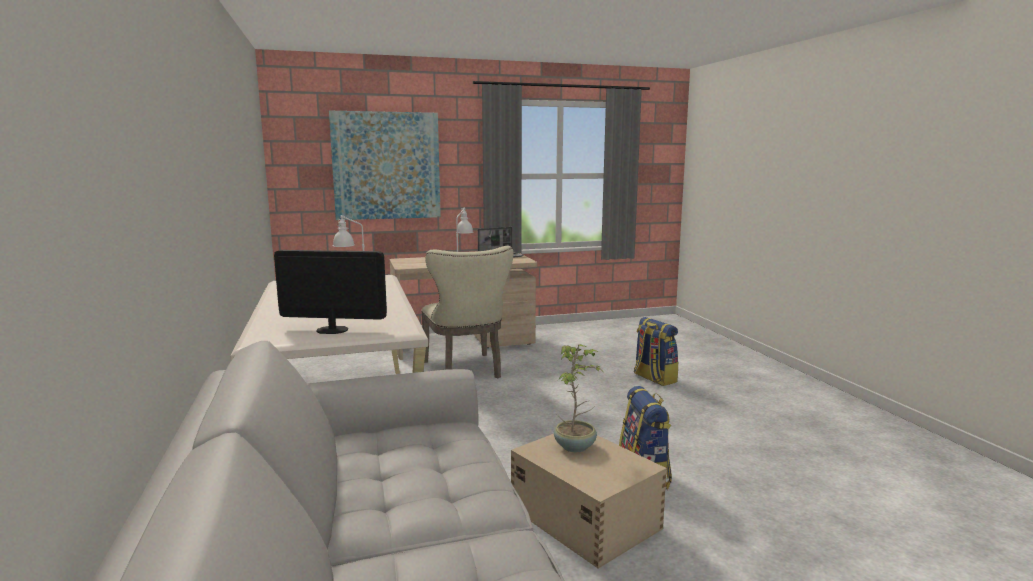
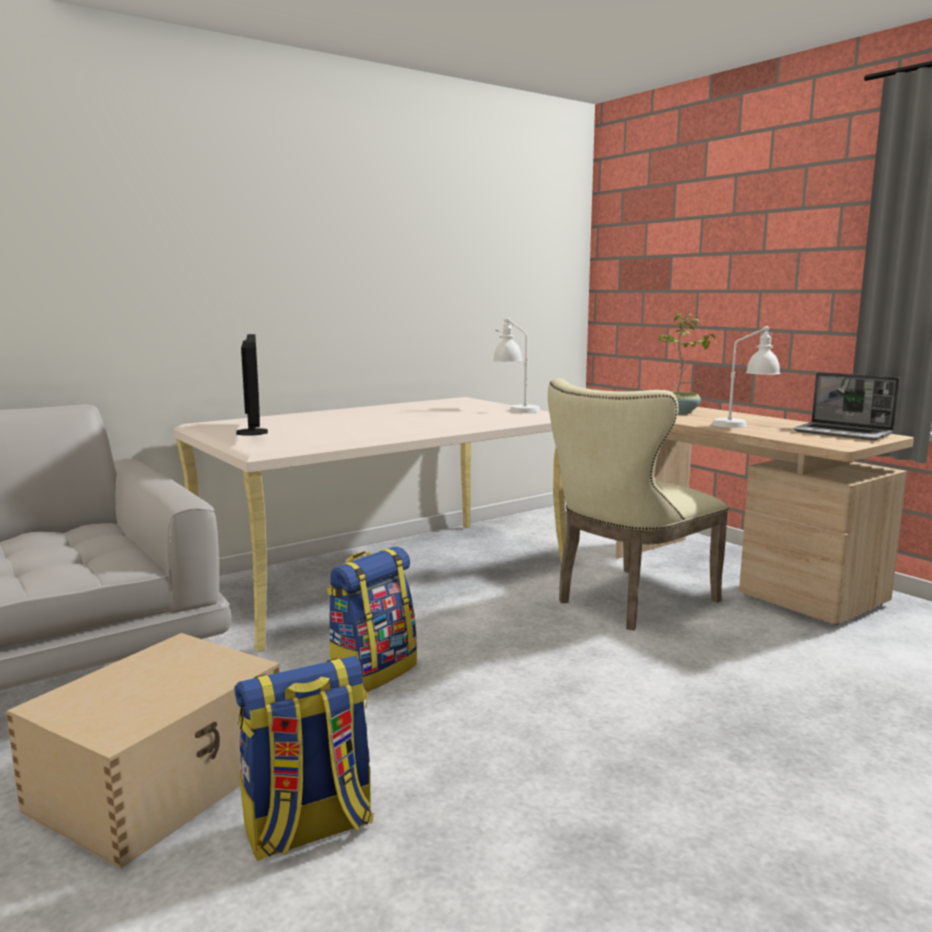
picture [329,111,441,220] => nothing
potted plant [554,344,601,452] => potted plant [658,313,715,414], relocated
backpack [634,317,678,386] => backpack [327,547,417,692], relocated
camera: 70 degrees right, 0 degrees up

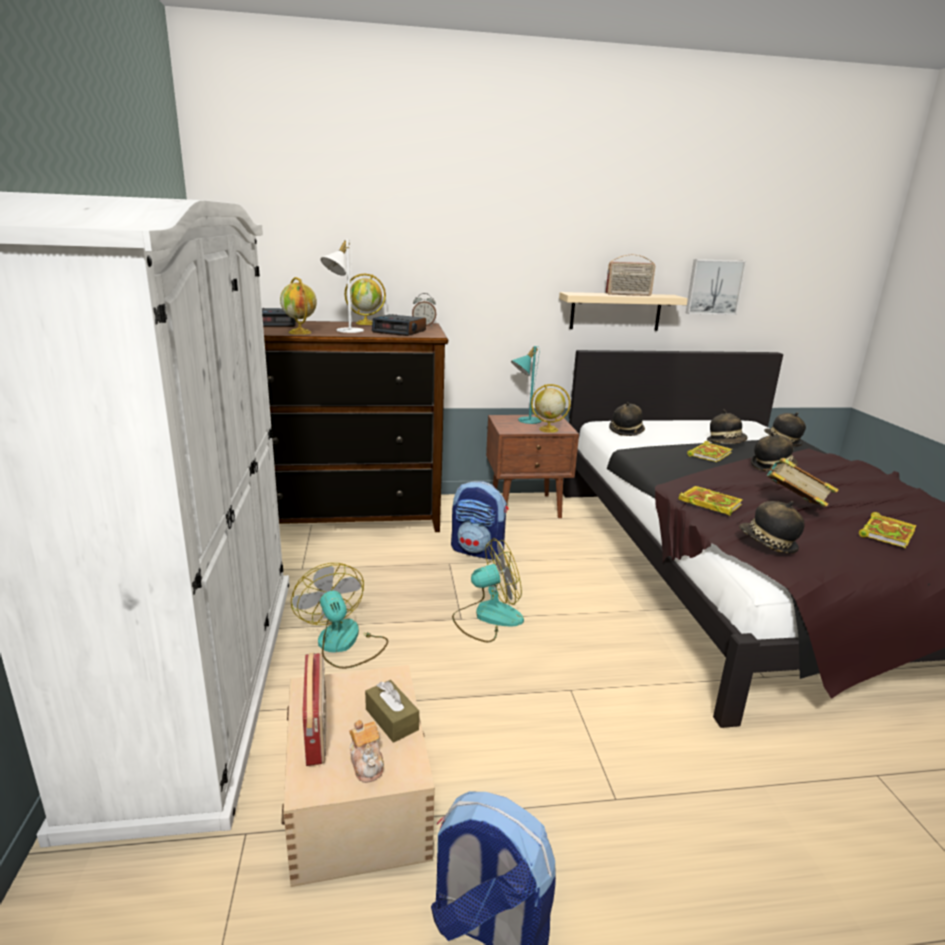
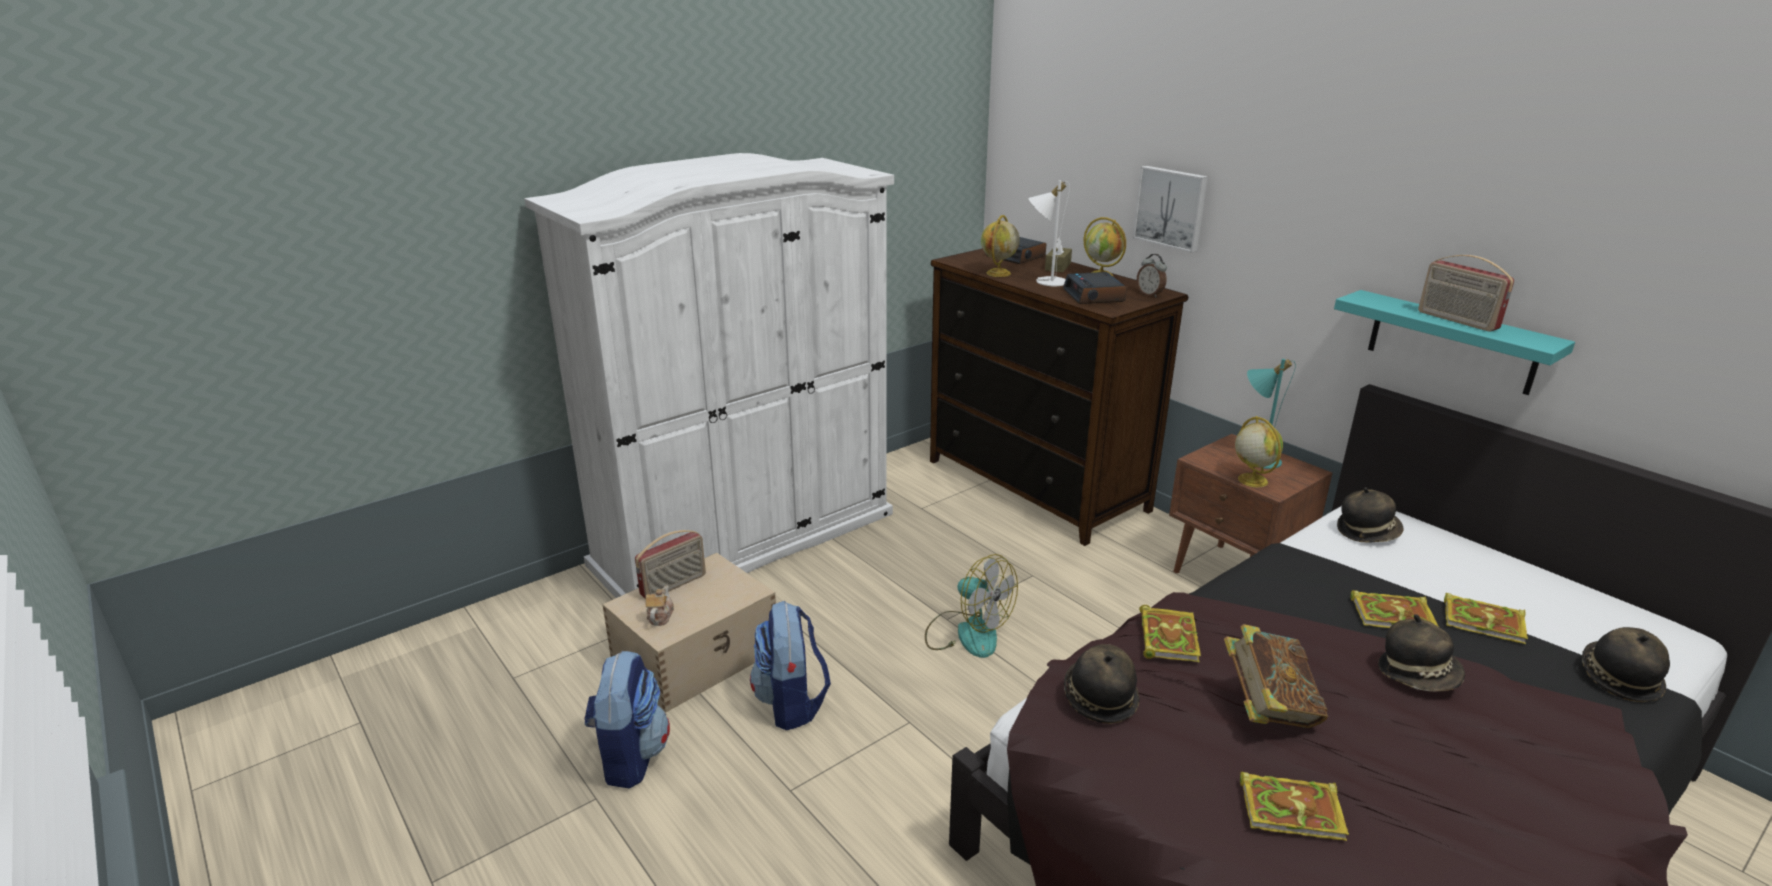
fan [291,563,388,669] => nothing
brown tissue box [365,680,419,743] => brown tissue box [1045,238,1072,272], relocated
backpack [451,481,508,560] => backpack [750,601,831,730], relocated
picture [686,259,746,315] => picture [1133,166,1208,253], relocated
hat [707,409,748,444] => book [1444,593,1528,644]
beige shelf [559,292,688,331] => turquoise shelf [1334,290,1575,395]
teapot [349,720,384,783] => teapot [645,585,674,626], 150 degrees clockwise
camera: 60 degrees right, 5 degrees up

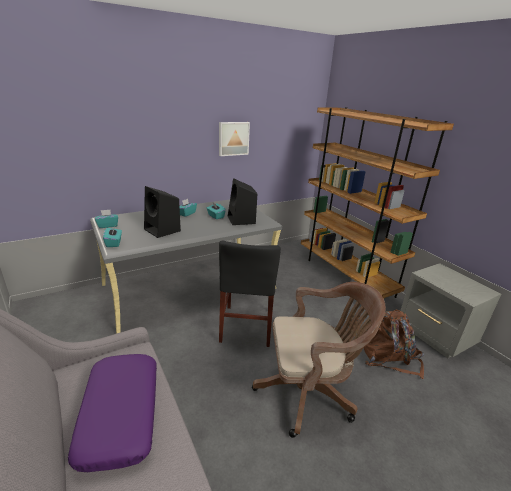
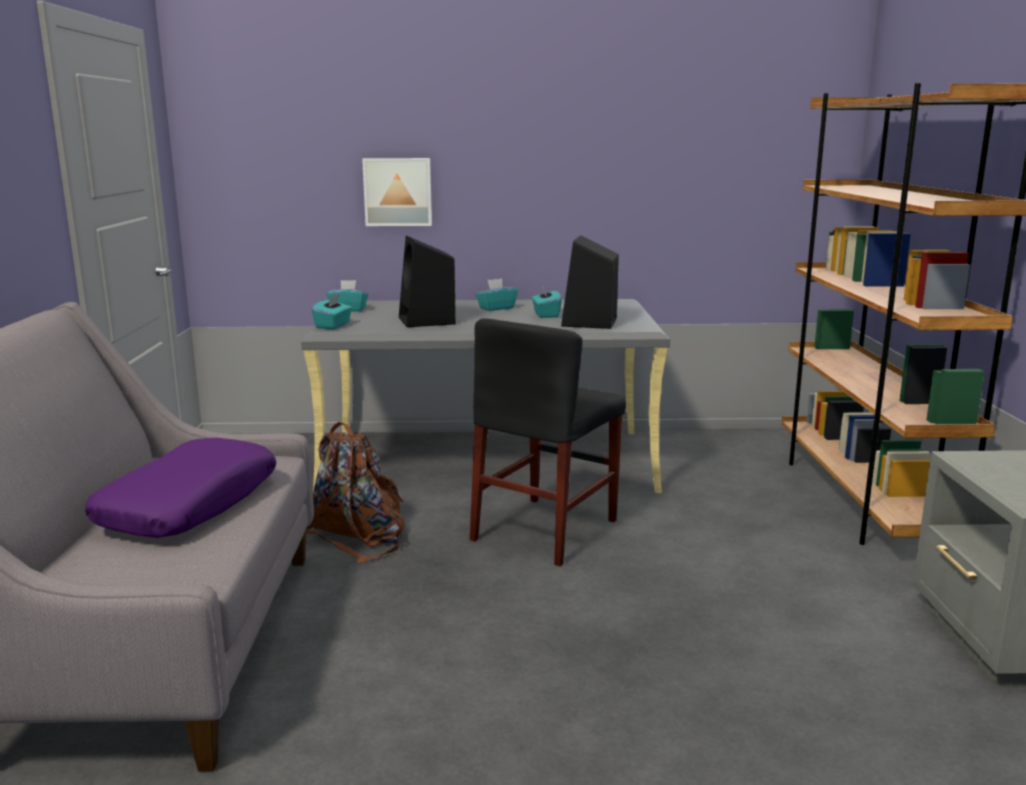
brown office chair [252,282,386,438] => nothing
picture [219,122,250,156] => picture [362,158,432,226], relocated
brown backpack [364,310,424,379] => brown backpack [306,422,405,564], relocated
camera: 30 degrees right, 10 degrees down

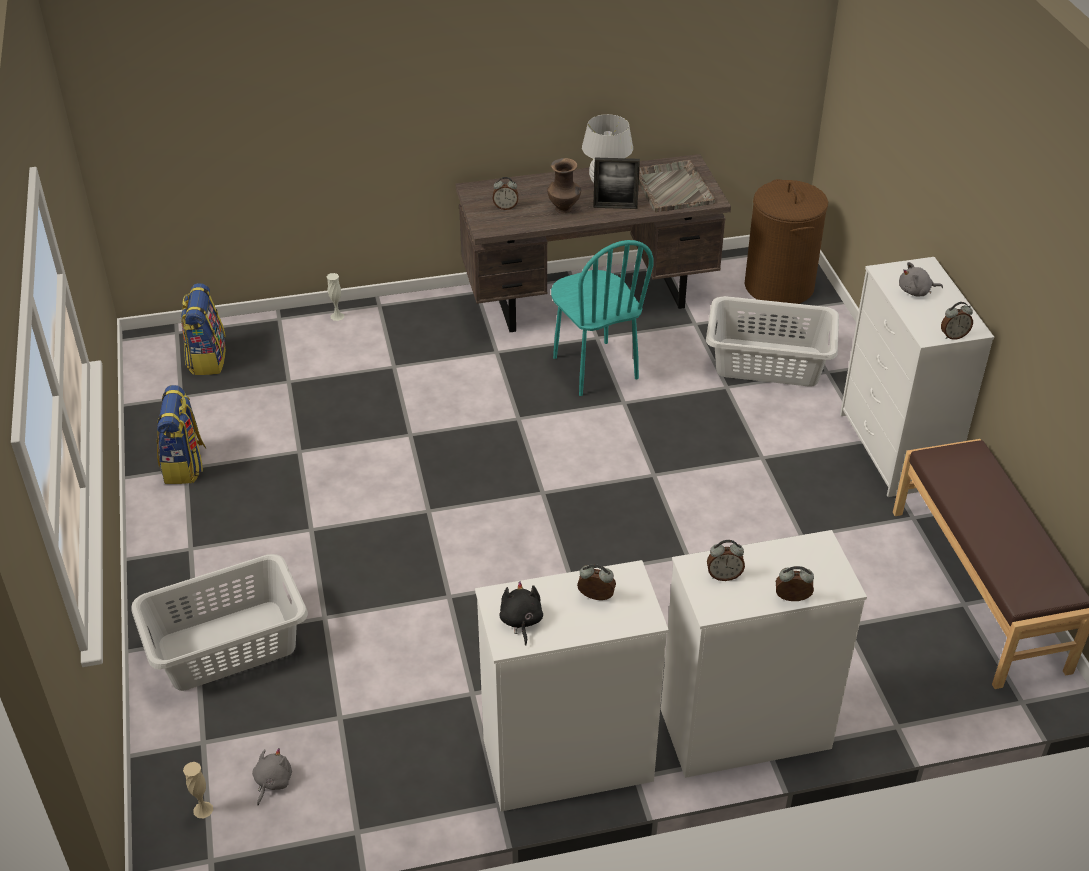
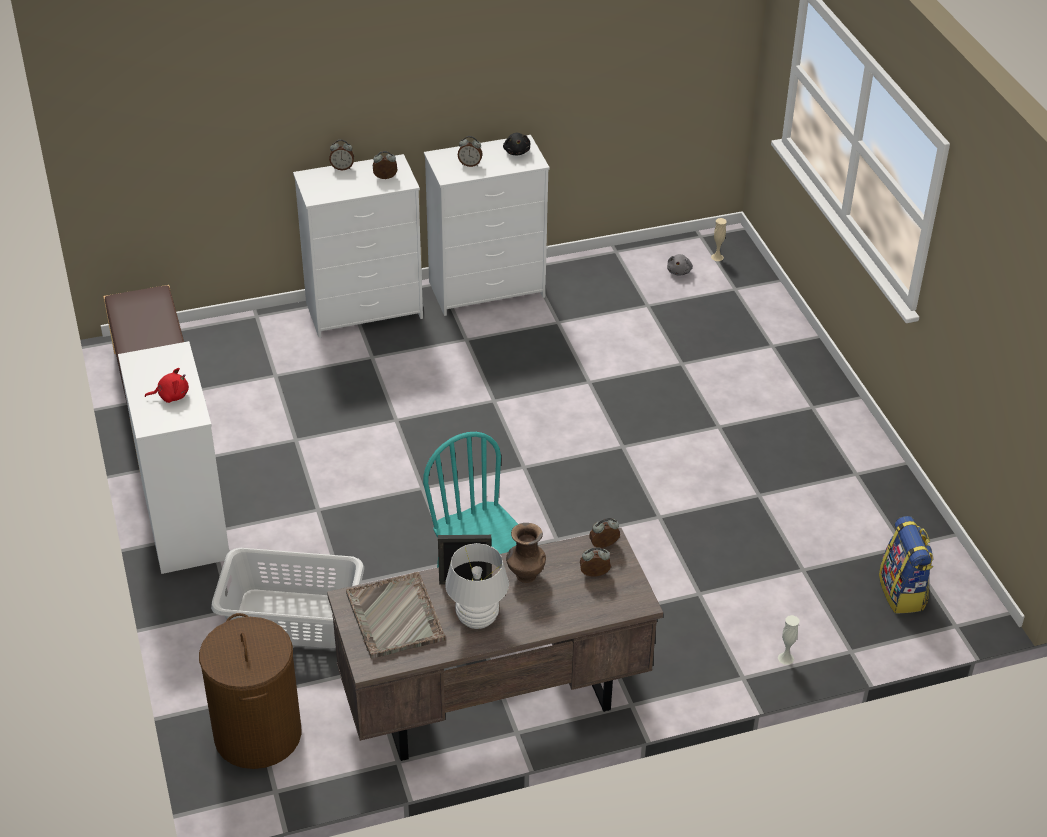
grey laundry basket [131,554,308,691] => nothing
backpack [156,385,206,484] => nothing
alarm clock [941,302,973,340] => alarm clock [589,518,620,548], relocated
grey plush toy [899,262,943,297] => red plush toy [145,368,189,403]
camera: 175 degrees right, 0 degrees up

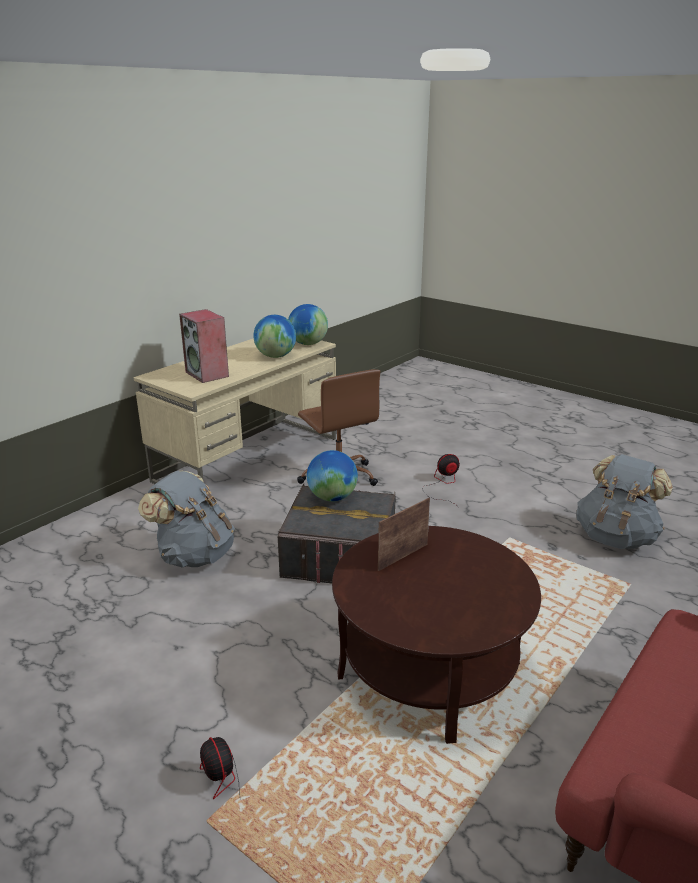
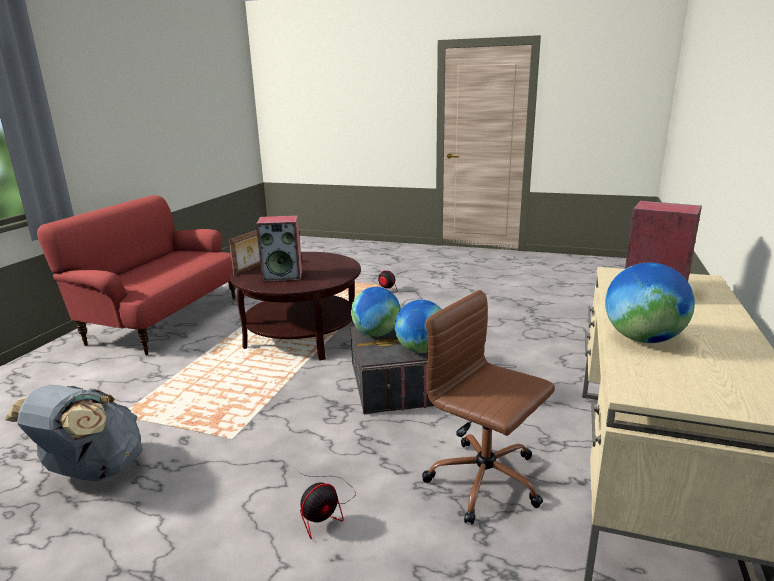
grey backpack [138,471,235,568] => nothing
nothing => speaker [256,215,302,283]
globe [288,304,328,345] => globe [351,287,401,337], relocated
picture frame [378,498,430,571] => picture frame [229,230,260,276], relocated
camera: 160 degrees right, 5 degrees down

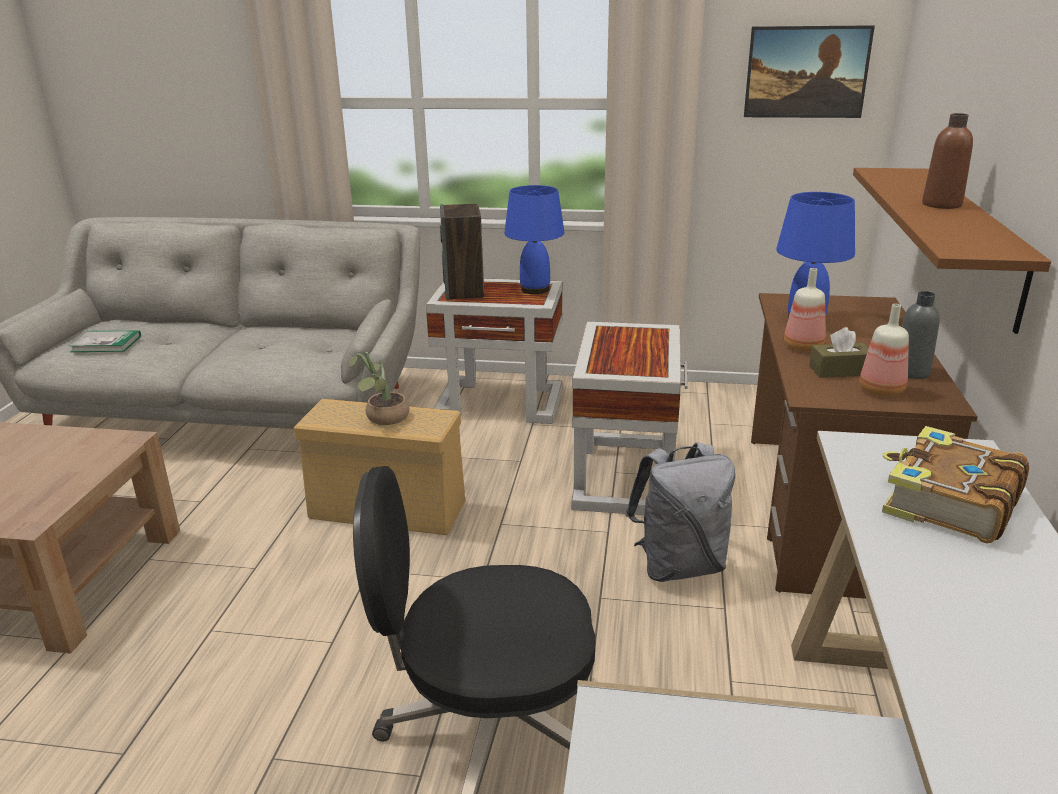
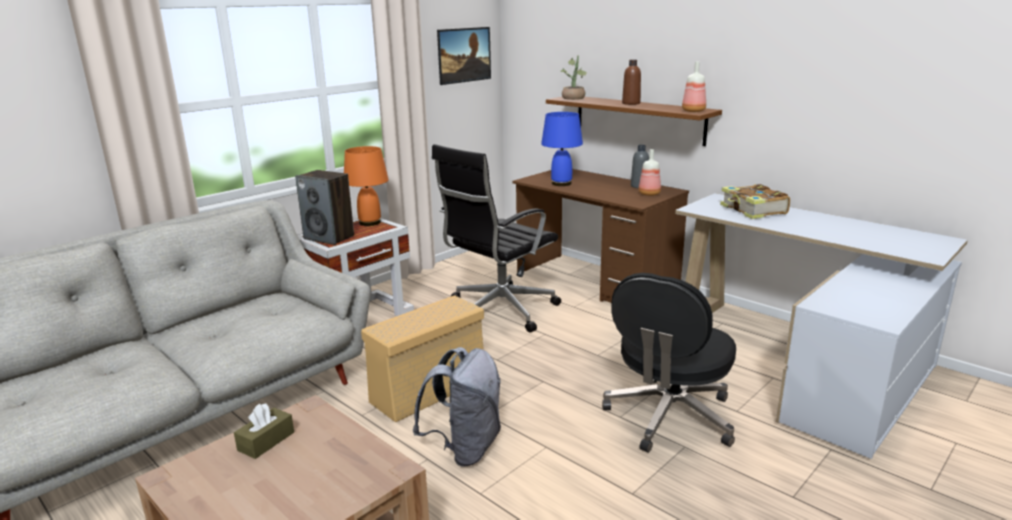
book [69,330,141,352] => nothing
potted plant [349,352,409,425] => potted plant [560,55,587,100], relocated
grey backpack [625,442,735,582] => grey backpack [413,347,501,466], relocated
bottle [784,268,826,352] => bottle [682,61,706,112], relocated
brown tissue box [809,327,869,378] => brown tissue box [234,403,294,459], relocated
white side table [571,322,688,515] => black office chair [432,144,561,332]
blue table lamp [504,185,565,294] => orange table lamp [344,146,389,226]
camera: 55 degrees left, 5 degrees down

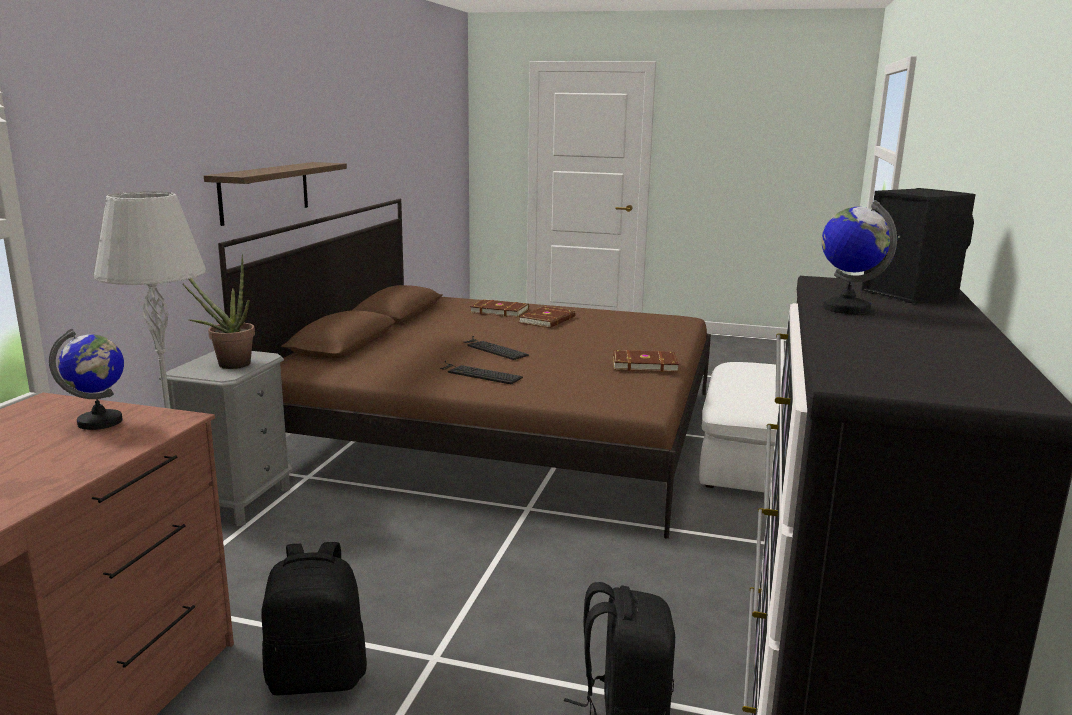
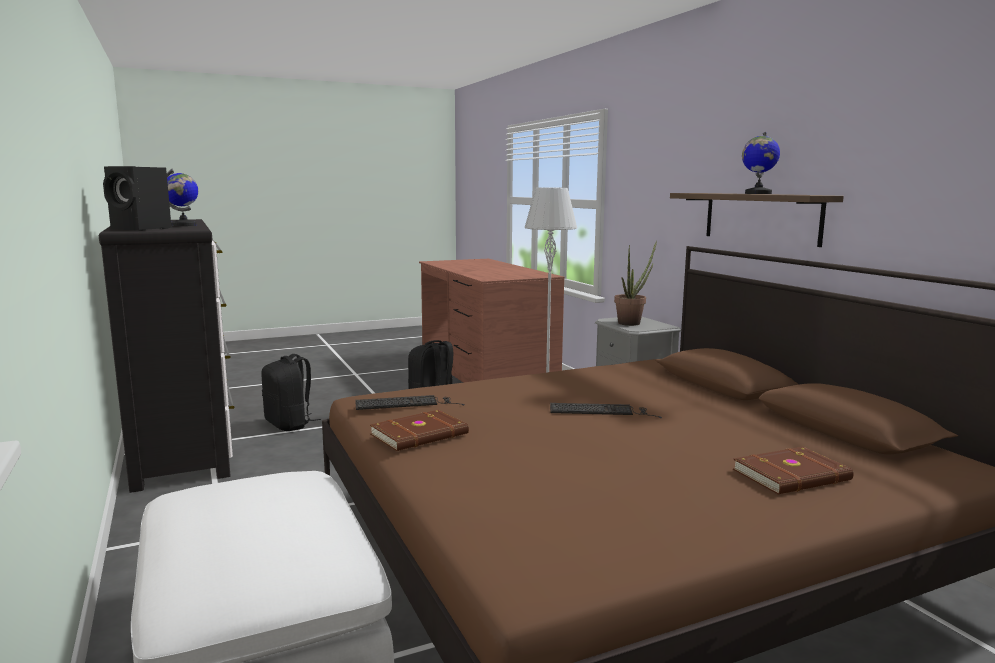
brown book [519,306,576,328] => nothing
globe [49,329,124,430] => globe [742,131,780,194], relocated
keyboard [440,360,523,385] => keyboard [355,395,465,410], relocated
camera: 140 degrees right, 5 degrees down

